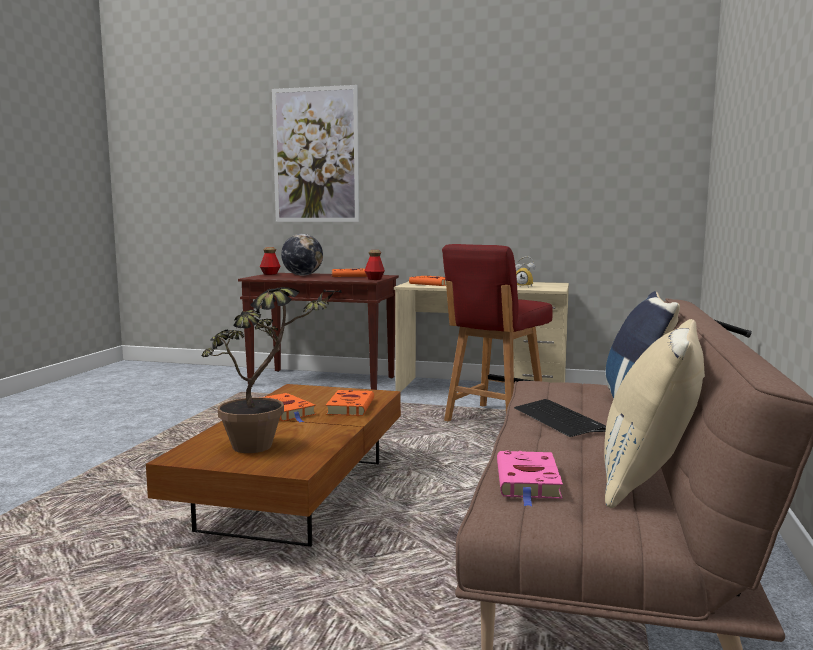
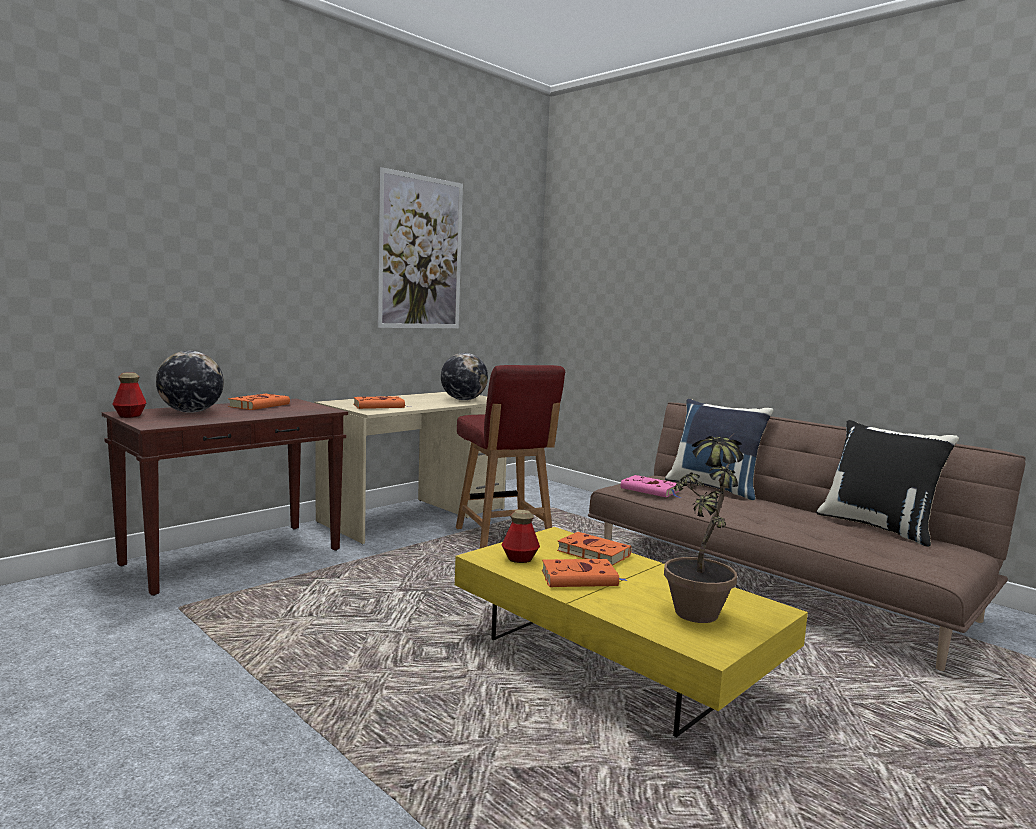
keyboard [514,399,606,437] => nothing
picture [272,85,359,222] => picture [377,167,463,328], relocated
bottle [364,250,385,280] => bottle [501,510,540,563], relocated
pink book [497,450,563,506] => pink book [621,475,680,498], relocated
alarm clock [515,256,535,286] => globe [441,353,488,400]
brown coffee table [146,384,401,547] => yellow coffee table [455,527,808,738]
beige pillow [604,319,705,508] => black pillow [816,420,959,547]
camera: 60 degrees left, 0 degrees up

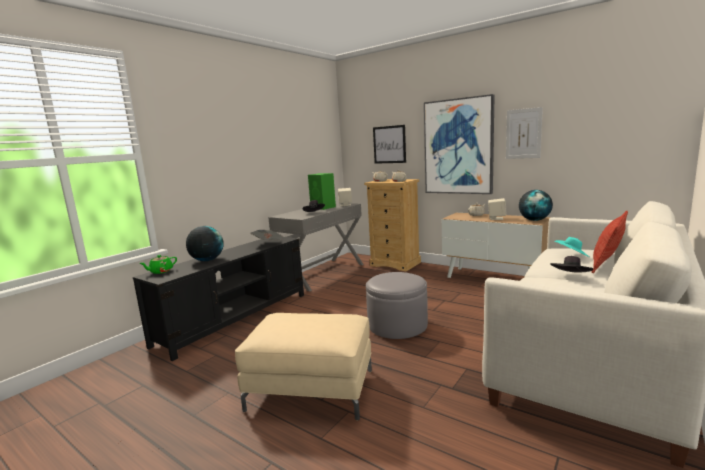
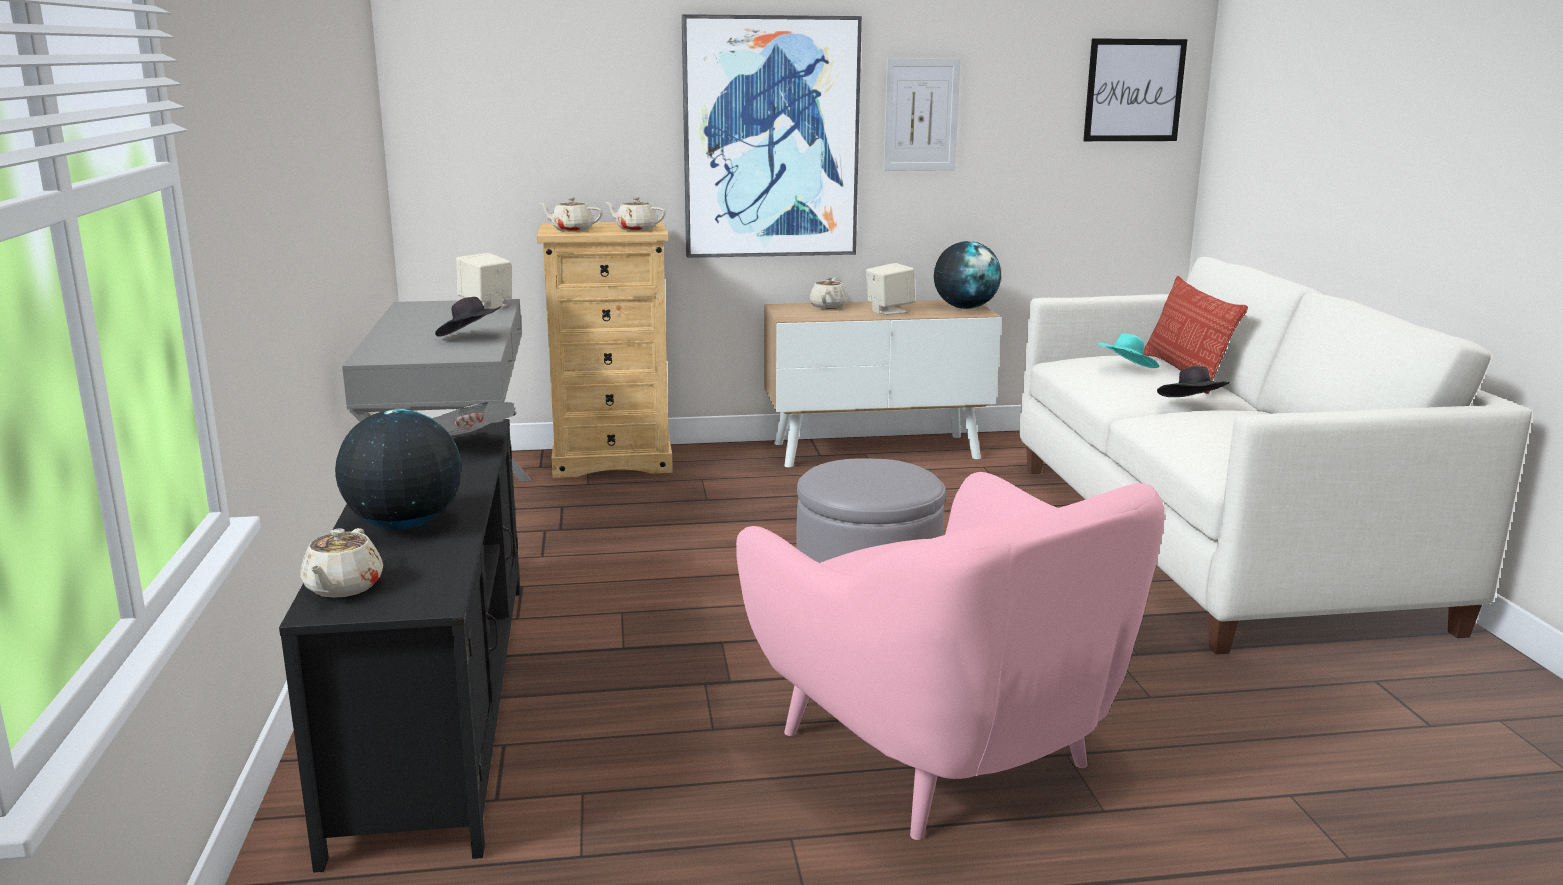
green speaker [308,173,336,210] => nothing
picture [373,125,406,164] => picture [1083,38,1187,141], relocated
beige ottoman [235,313,372,421] => pink armchair [736,472,1165,840]
green teapot [139,255,177,274] => beige teapot [300,528,383,598]
camera: 45 degrees left, 5 degrees up

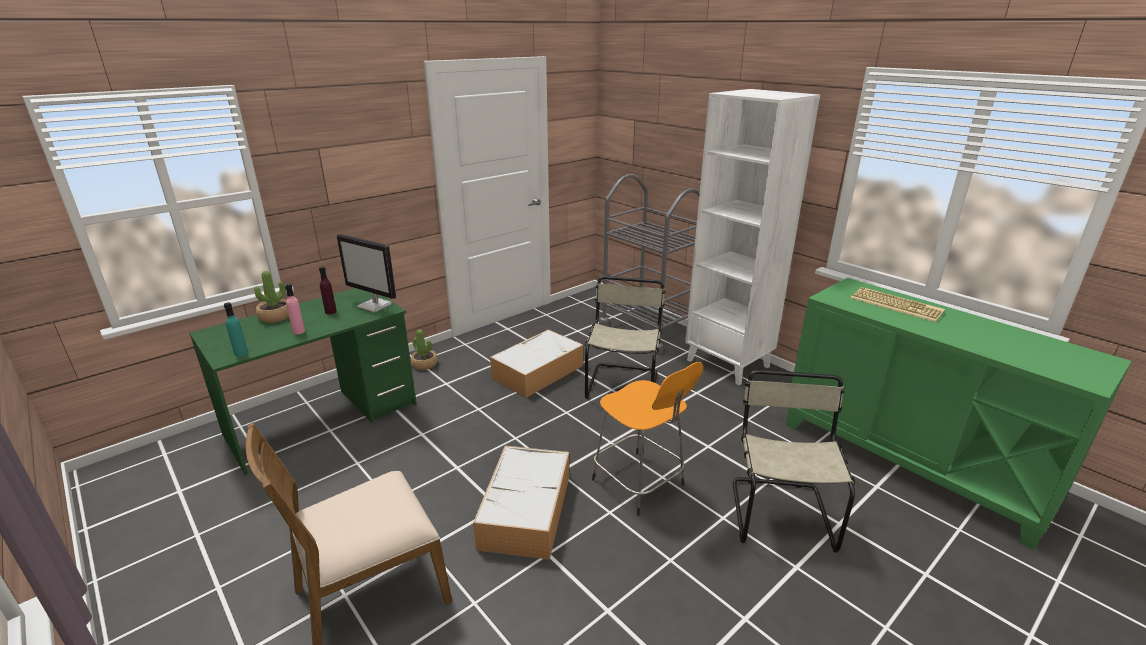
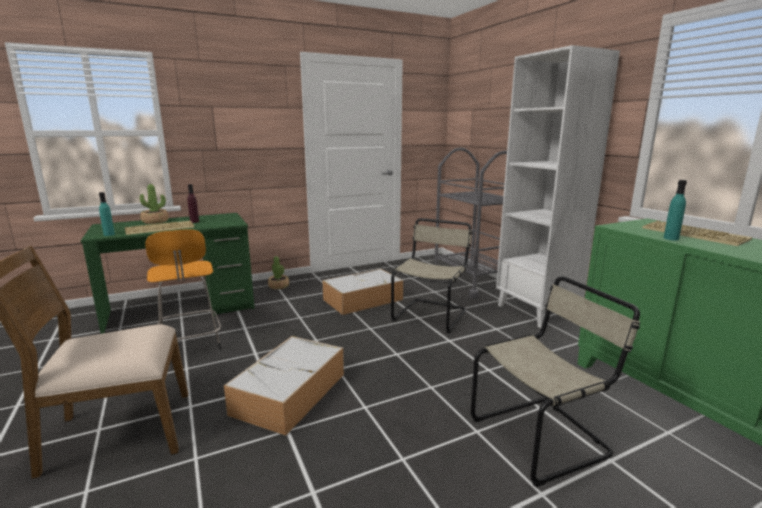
monitor [337,234,396,312] => nothing
nothing => turquoise bottle [664,180,687,241]
orange stool [592,362,703,516] => orange stool [145,229,221,350], relocated
pink bottle [285,284,305,335] => keyboard [125,221,194,235]
beige chair [733,370,855,553] => beige chair [471,277,640,487], 45 degrees clockwise
camera: 15 degrees right, 10 degrees down

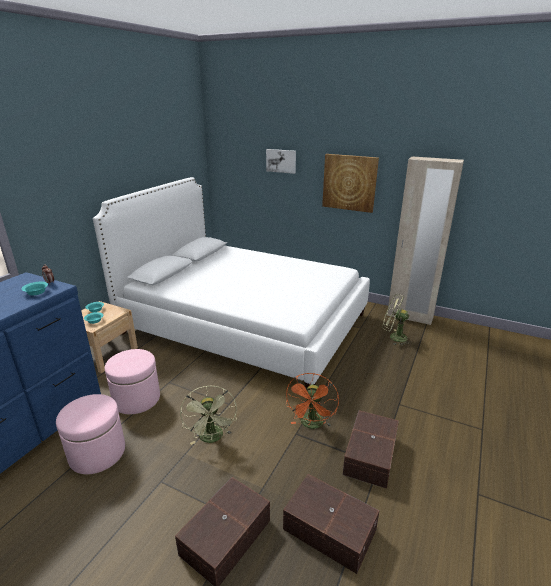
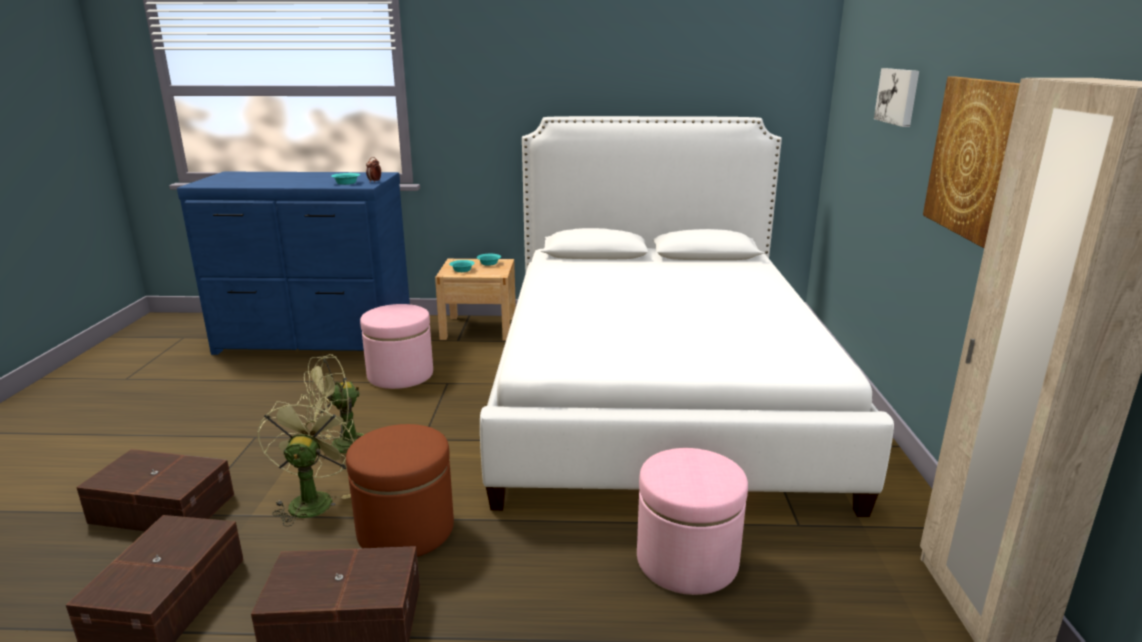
pink ottoman [56,394,125,474] => pink ottoman [637,448,748,595], relocated
green fan [382,294,412,346] => green fan [257,394,356,527], relocated
orange fan [285,373,339,429] => brown ottoman [346,424,454,557]
camera: 65 degrees right, 5 degrees down

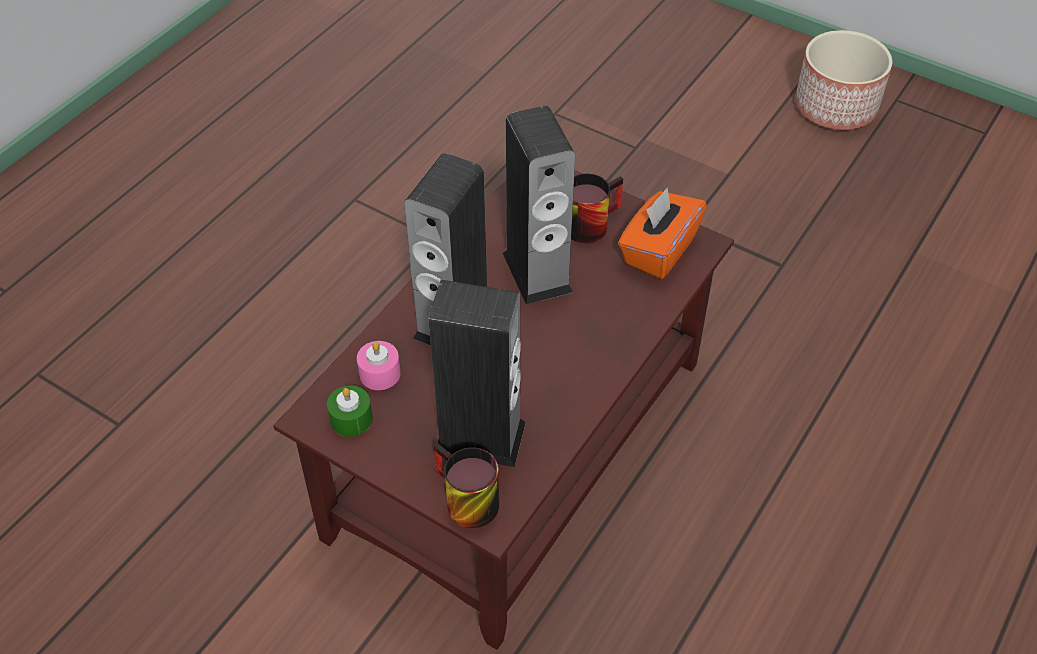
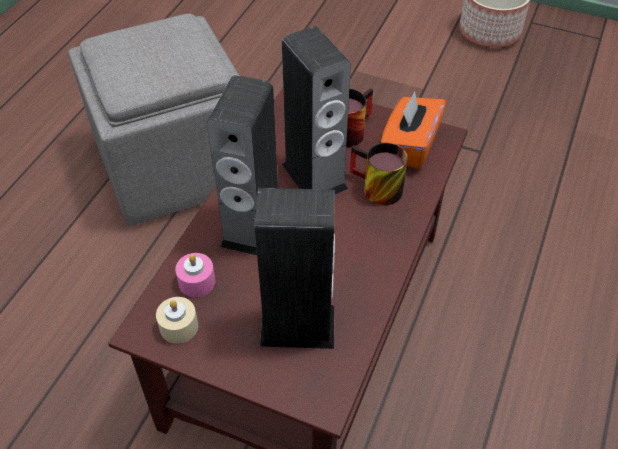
nothing => grey ottoman [68,14,239,226]
mug [433,442,499,528] => mug [350,143,408,205], relocated
green candle [327,385,373,437] => beige candle [156,297,198,344]
camera: 10 degrees left, 0 degrees up

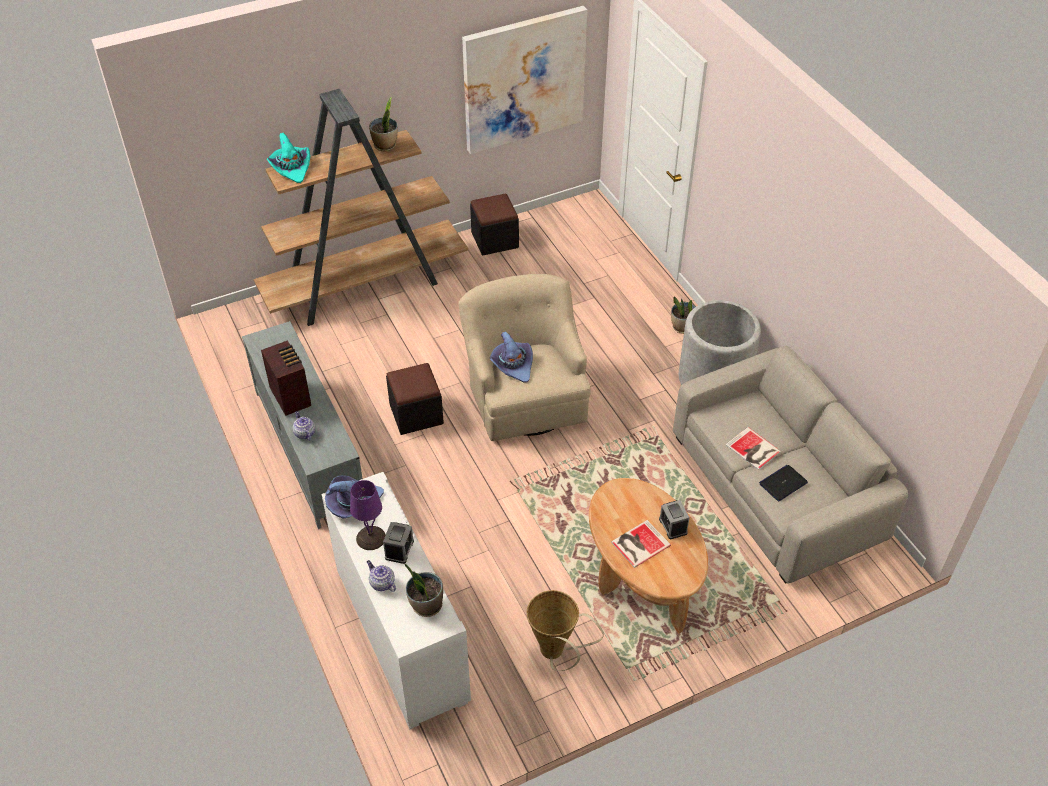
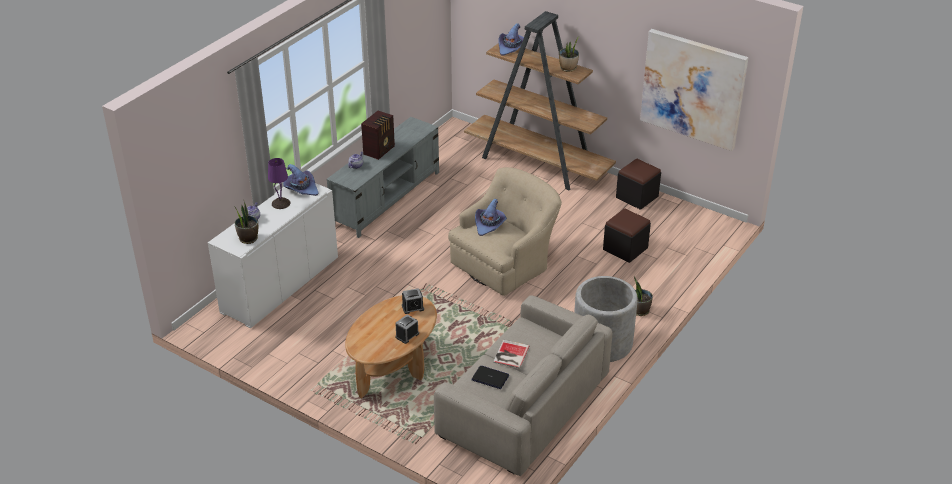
basket [527,590,604,671] => nothing
book [611,520,671,568] => nothing
alarm clock [383,522,414,564] => alarm clock [402,288,424,314], relocated
black ottoman [386,363,444,435] => black ottoman [603,208,651,263], relocated
turquoise hat [267,133,310,183] => purple hat [498,23,524,56]
camera: 60 degrees right, 10 degrees down

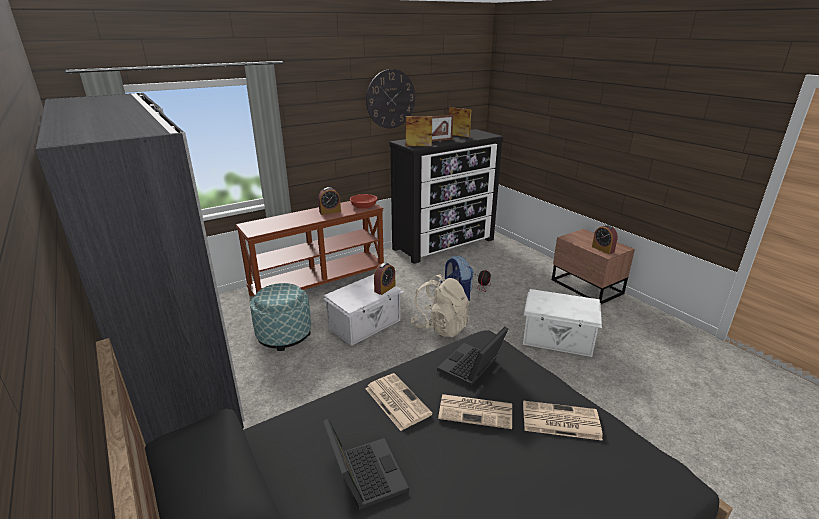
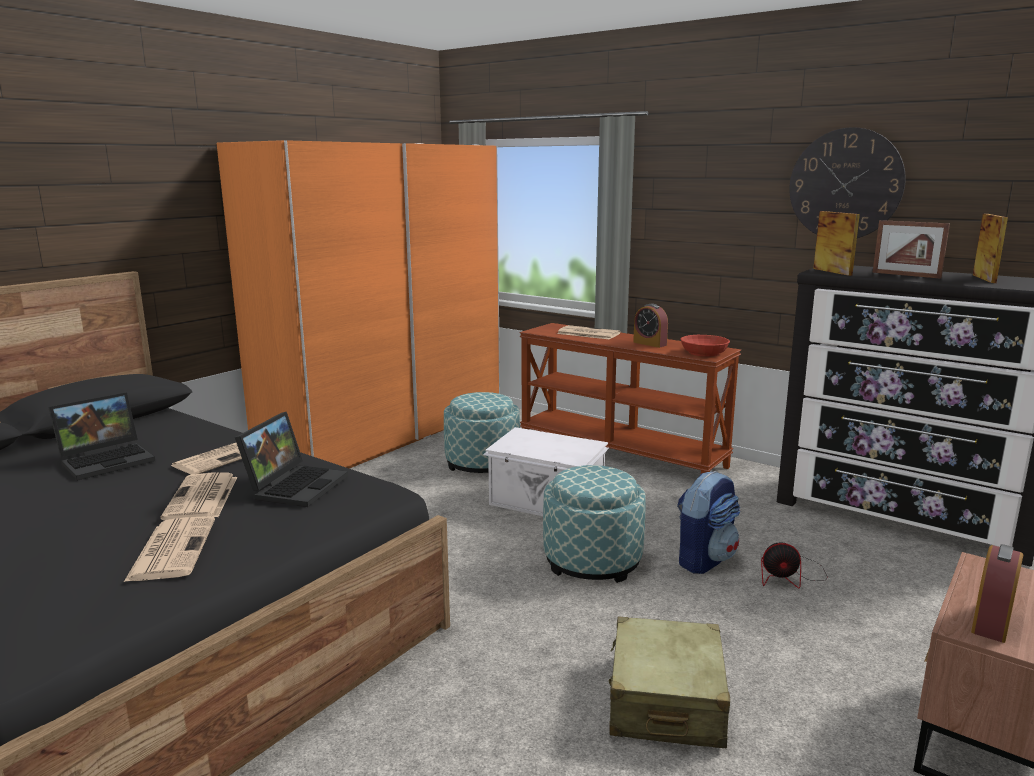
alarm clock [374,263,395,295] => nothing
nothing => newspaper [557,325,621,340]
beige backpack [411,274,470,337] => ottoman [543,465,646,583]
white storage box [523,289,602,357] => beige suitcase [609,617,730,748]
grey wardrobe [36,93,245,444] => orange wardrobe [217,140,500,469]
laptop [437,326,508,386] => laptop [235,412,348,507], 90 degrees clockwise
camera: 70 degrees right, 10 degrees down

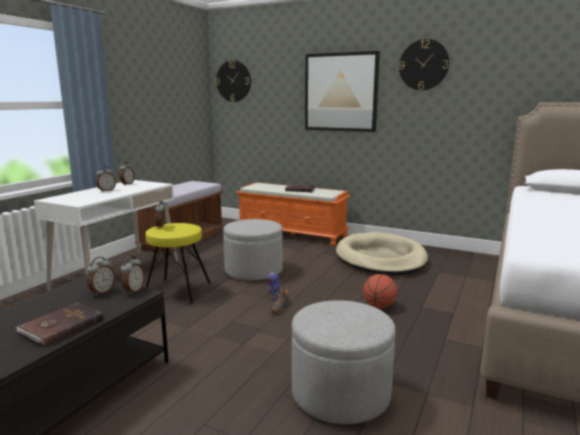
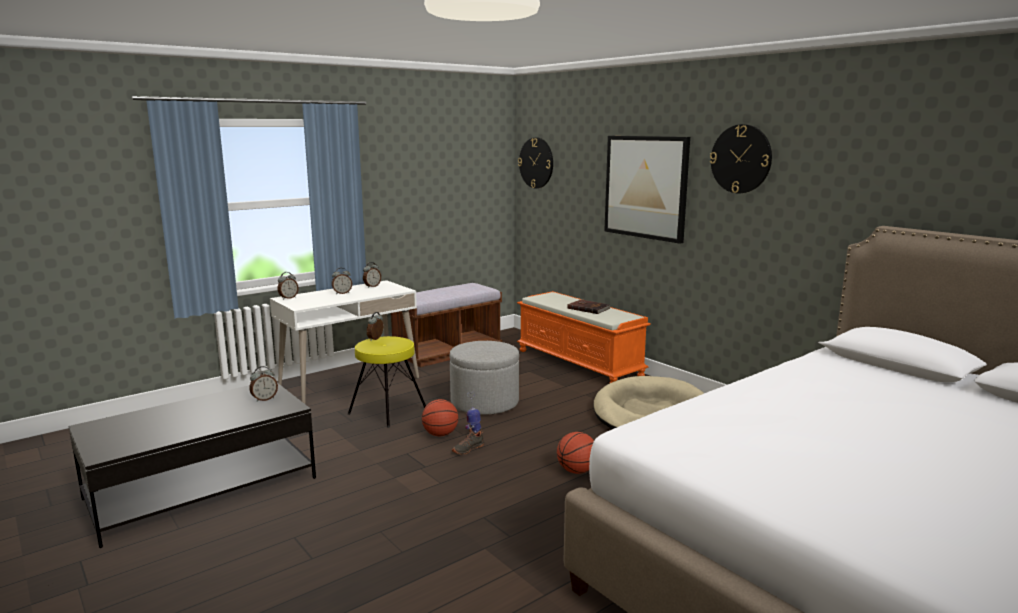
brown book [16,303,104,346] => nothing
grey ottoman [292,300,396,424] => nothing
nothing => basketball [422,399,458,436]
alarm clock [121,256,145,295] => alarm clock [277,272,299,300], relocated
camera: 25 degrees right, 0 degrees up

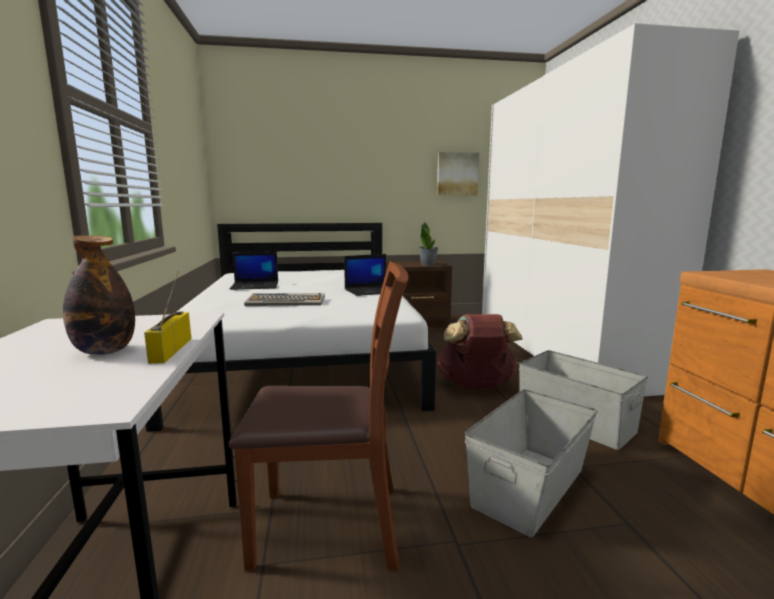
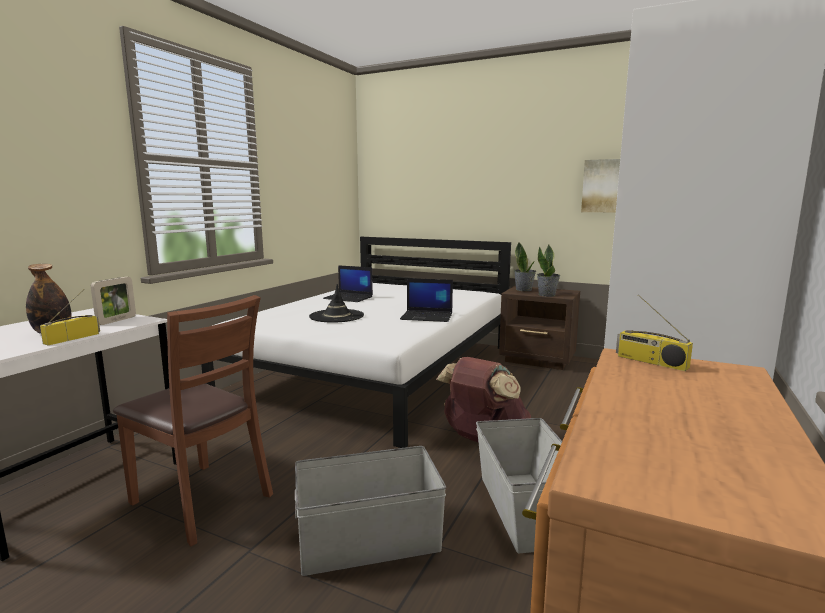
nothing => picture frame [91,277,136,325]
nothing => potted plant [514,242,536,291]
nothing => radio [616,294,693,371]
keyboard [244,293,325,306] => black hat [309,284,364,323]
camera: 35 degrees right, 0 degrees up

